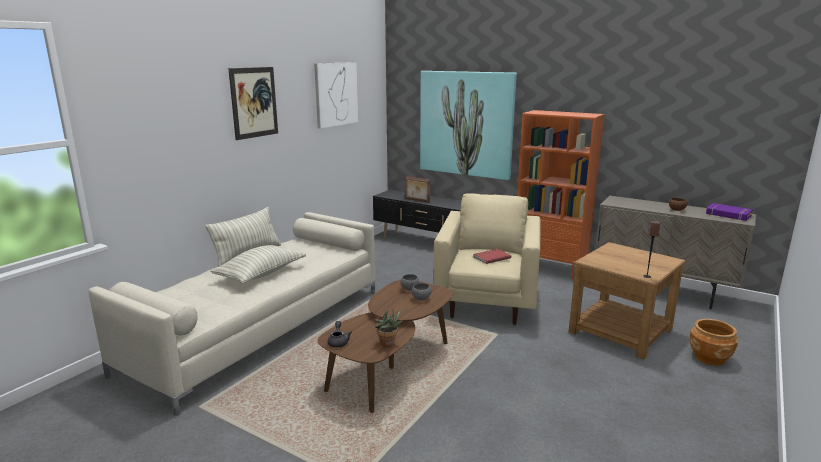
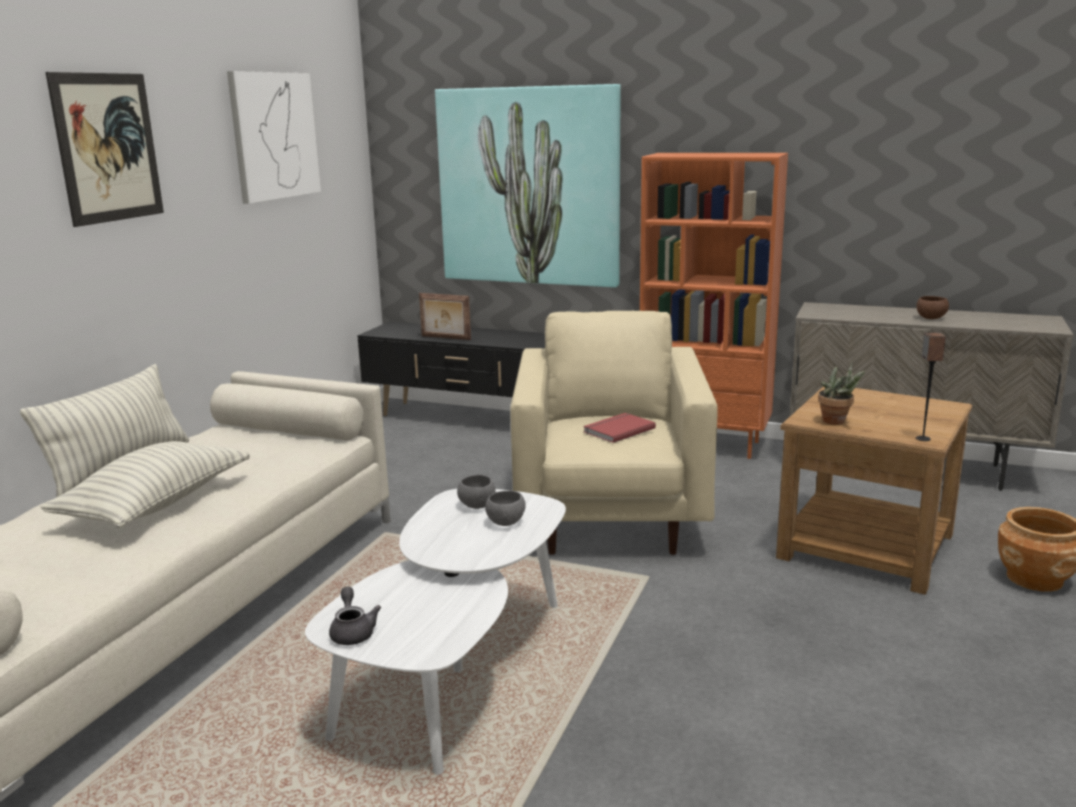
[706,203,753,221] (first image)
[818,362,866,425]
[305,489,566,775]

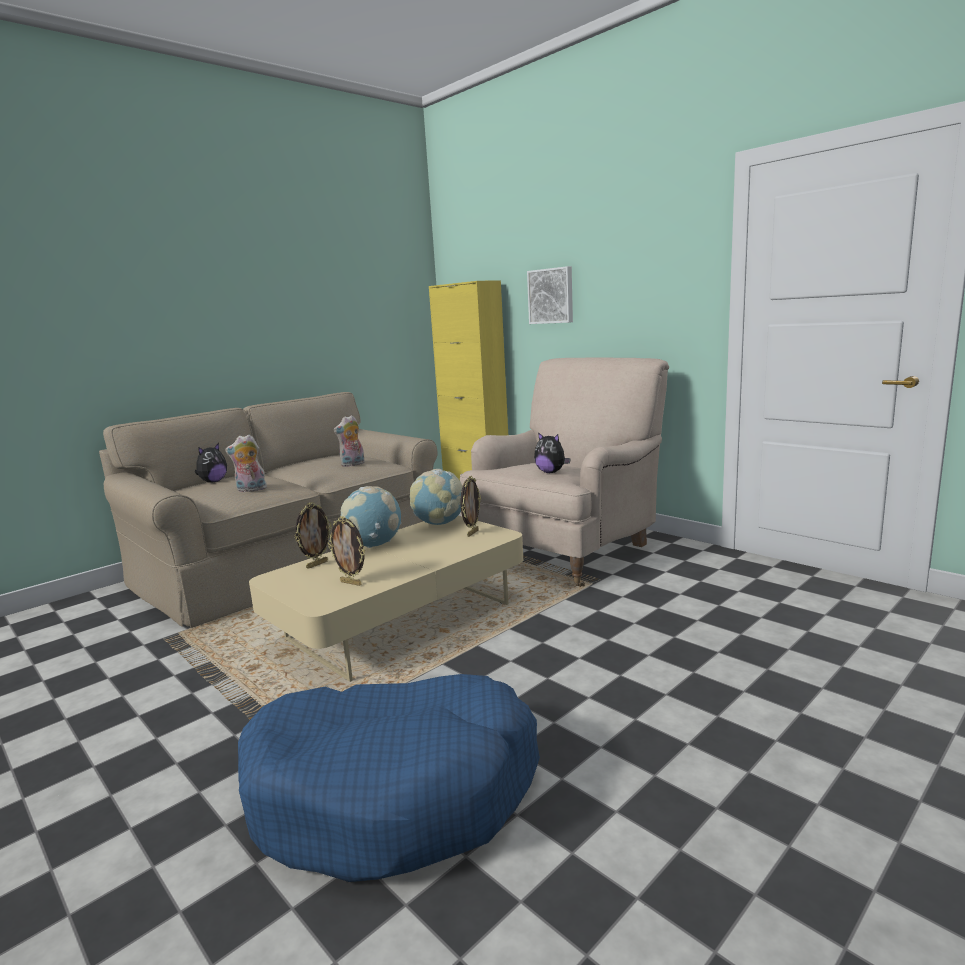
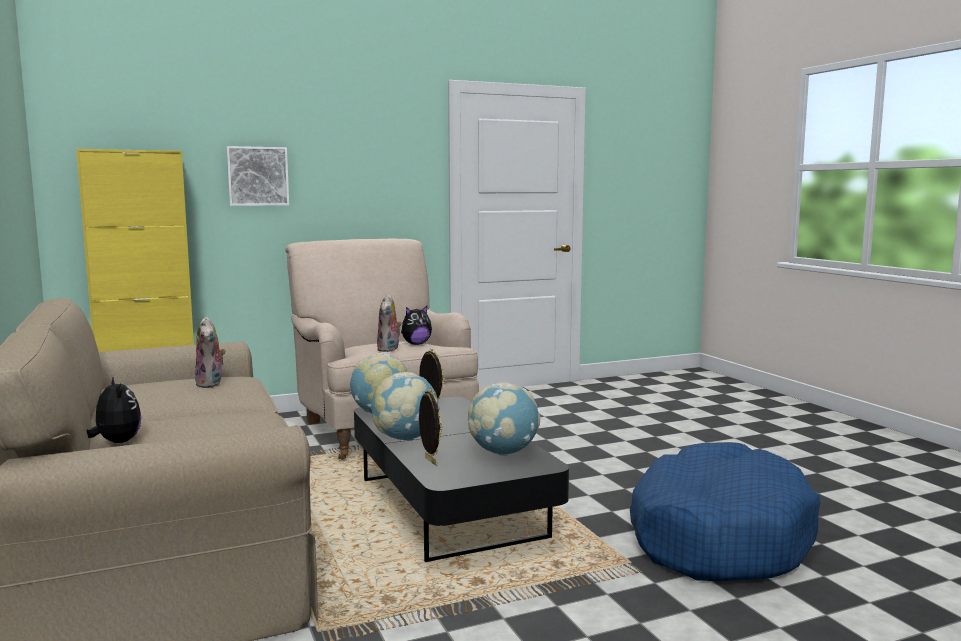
[377,294,402,352]
[468,382,540,456]
[354,397,569,562]

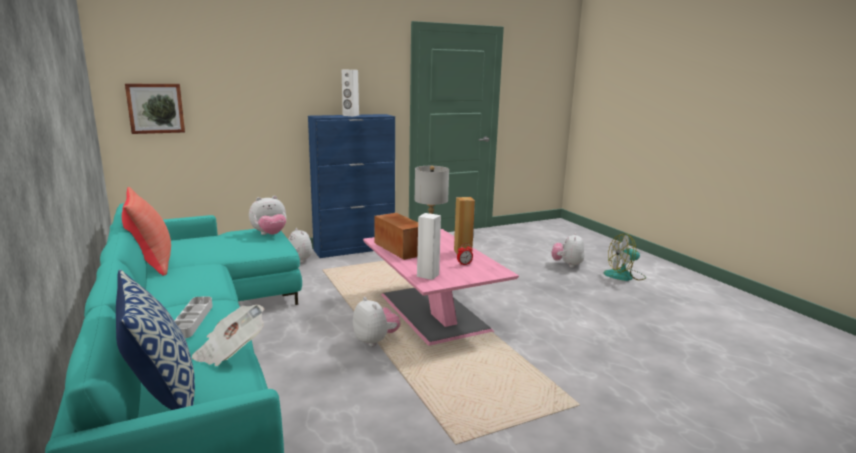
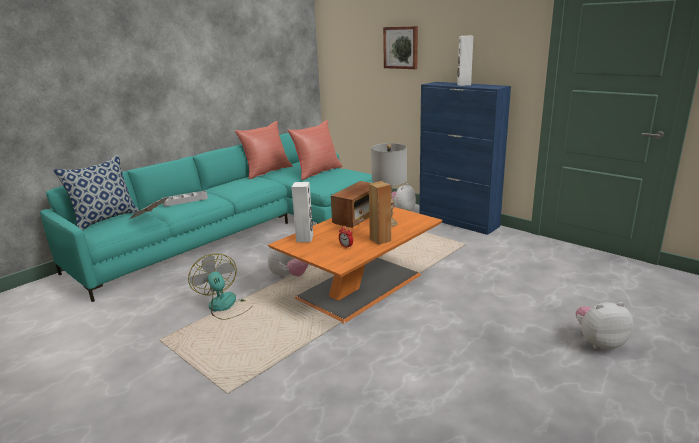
[249,196,287,235] (first image)
[288,120,343,180]
[383,26,418,69]
[188,253,254,320]
[268,207,443,324]

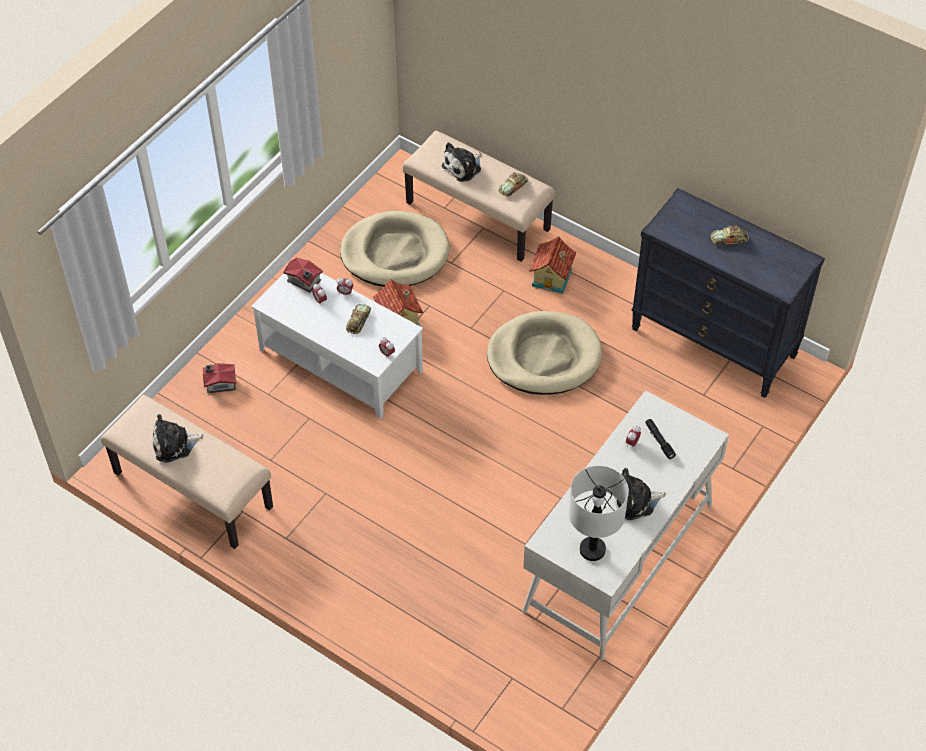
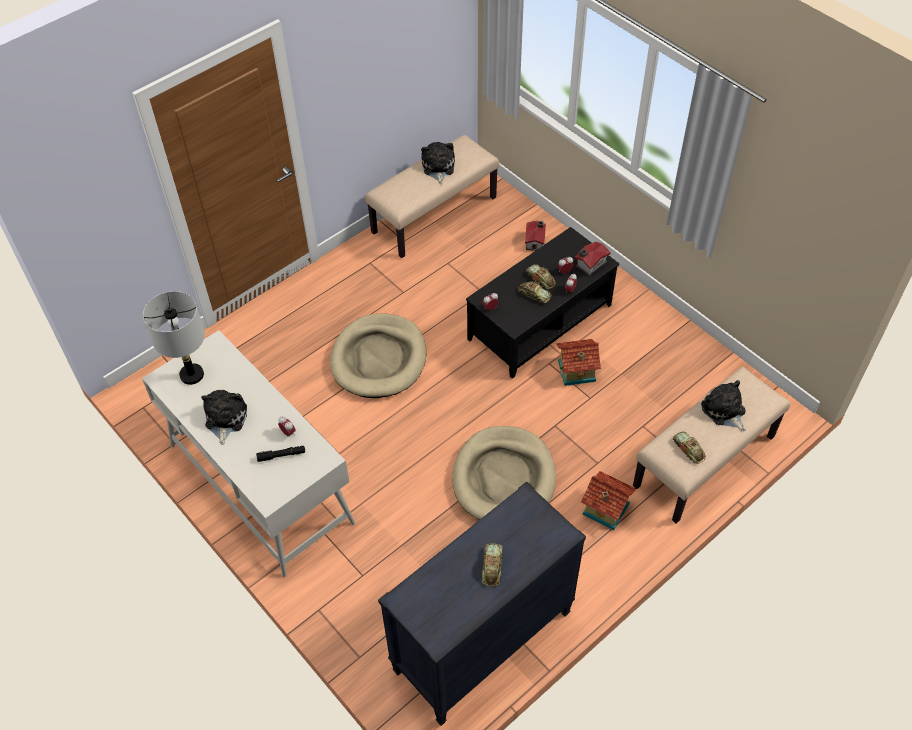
[526,264,556,289]
[330,313,426,398]
[466,227,619,379]

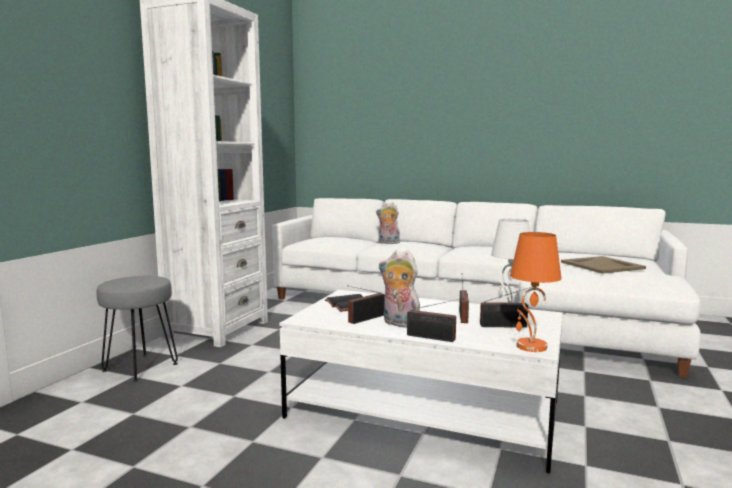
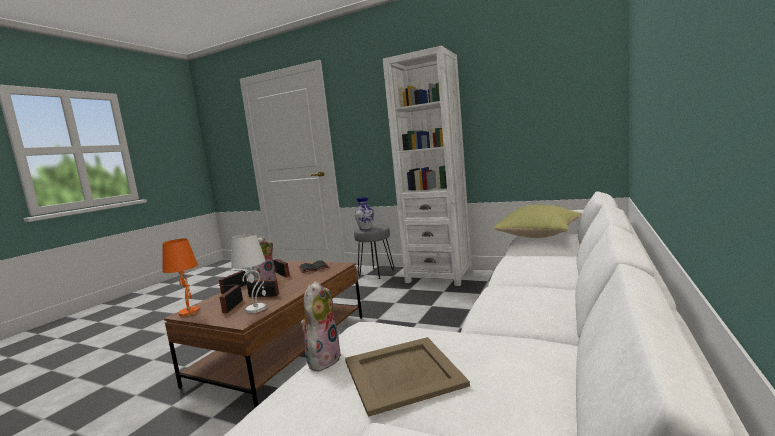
[354,197,374,230]
[493,205,582,238]
[301,281,341,371]
[164,261,362,408]

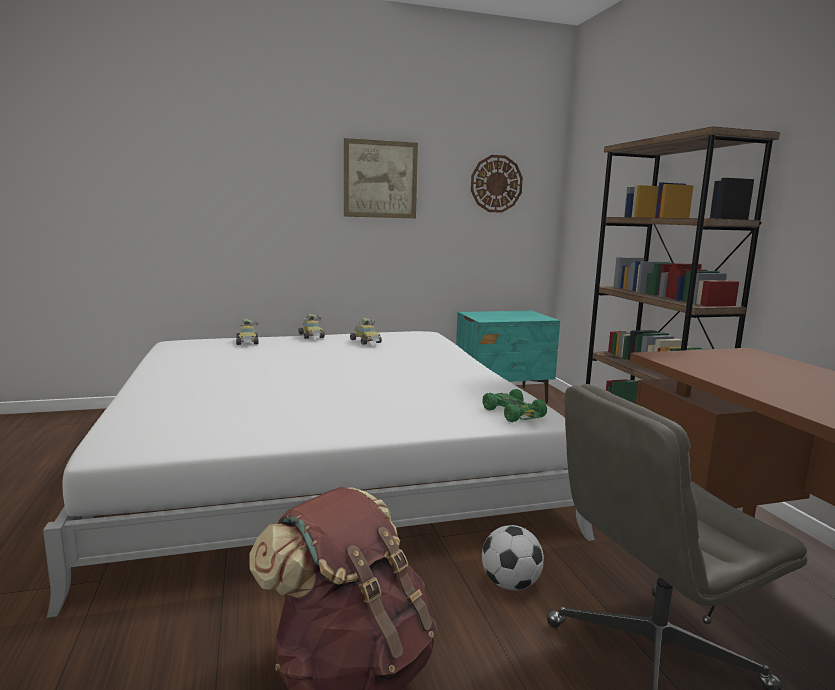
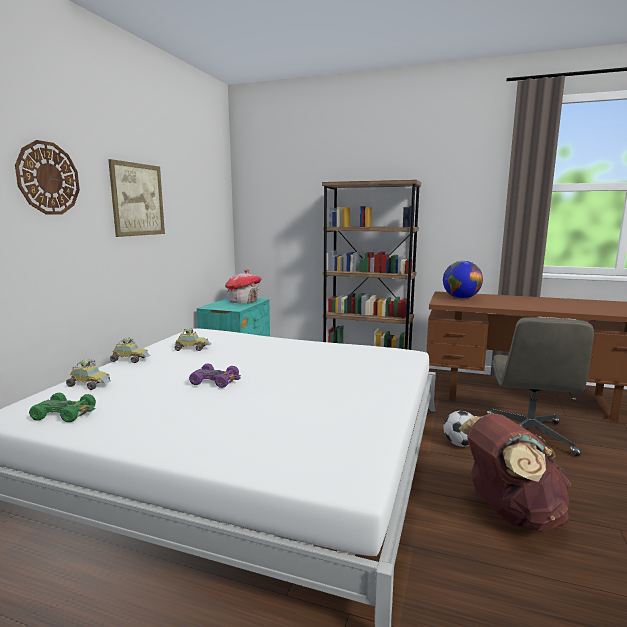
[189,364,241,388]
[225,269,261,304]
[443,261,483,299]
[15,140,80,214]
[29,393,96,422]

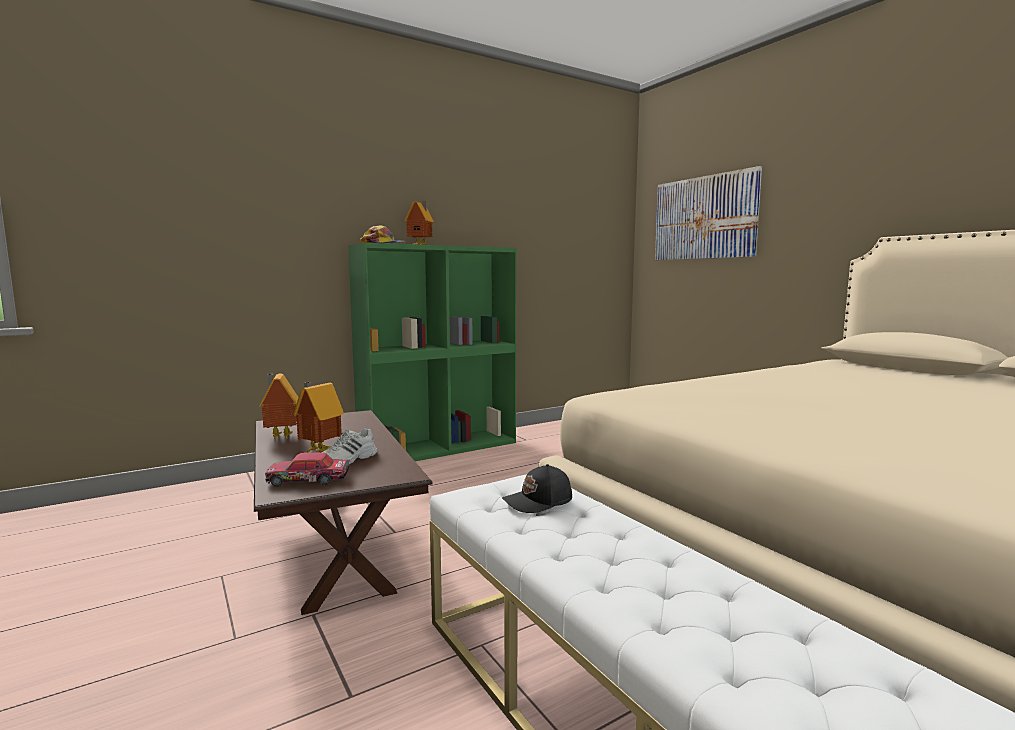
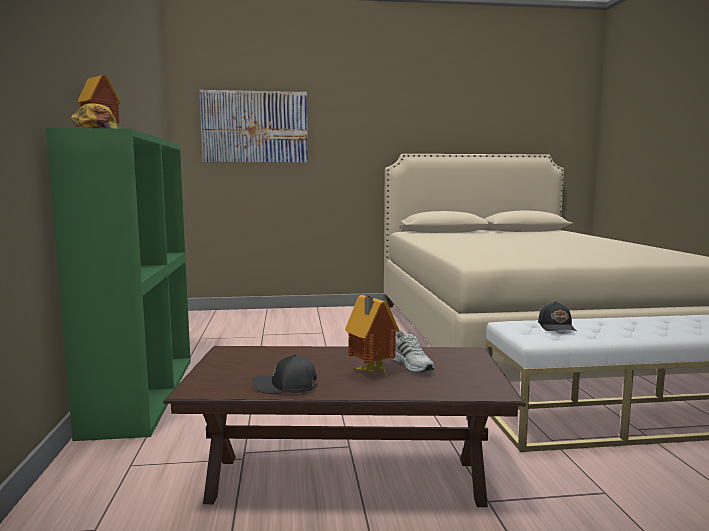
[265,452,350,487] (first image)
[252,354,317,394]

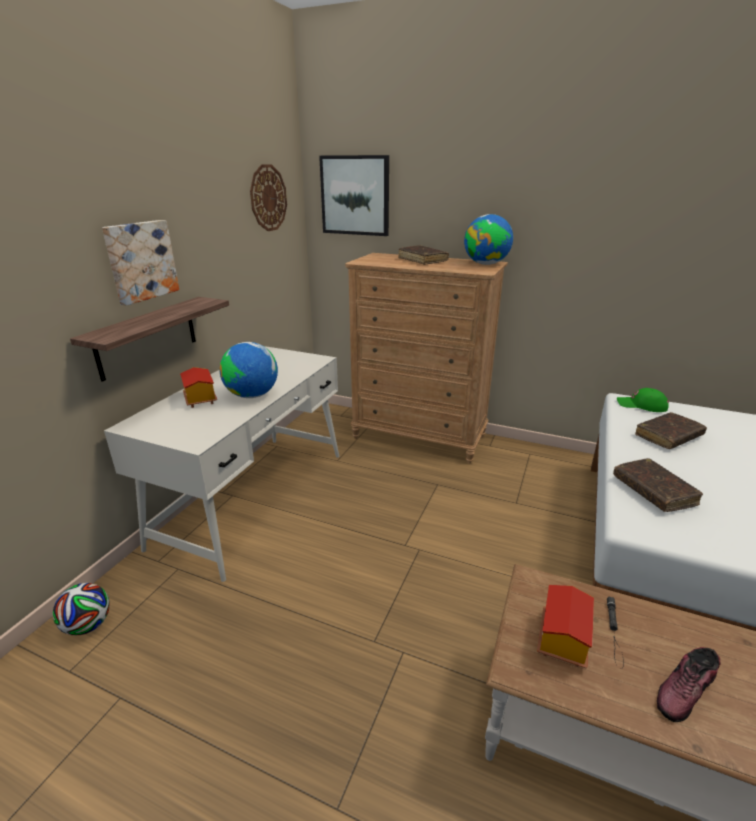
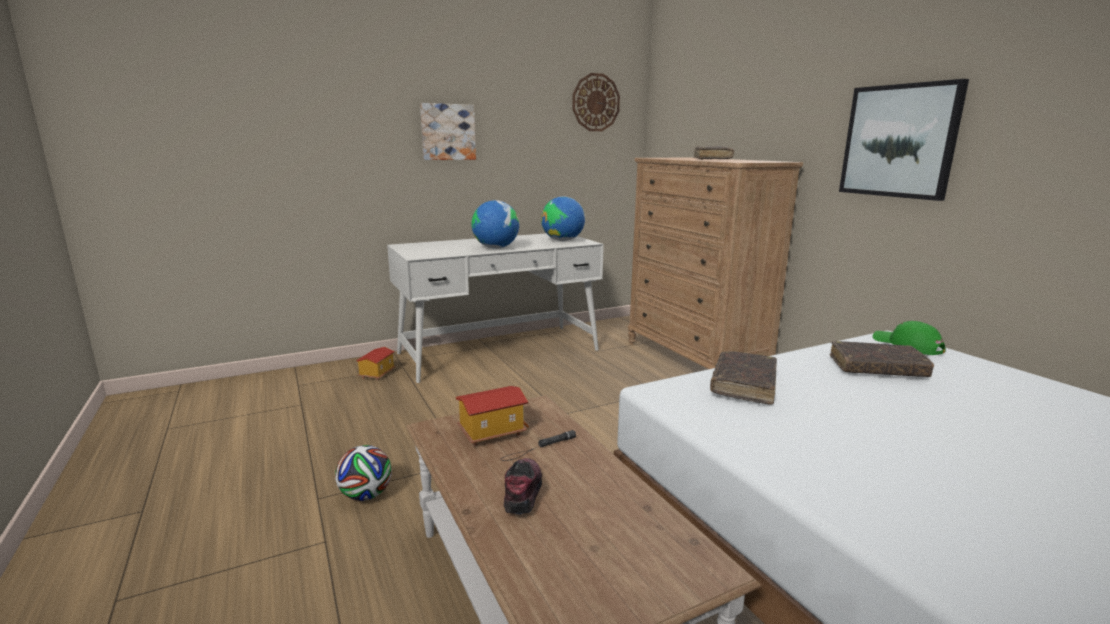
[70,297,229,382] (first image)
[335,445,392,501]
[356,347,396,381]
[839,79,969,201]
[541,196,585,241]
[504,458,542,515]

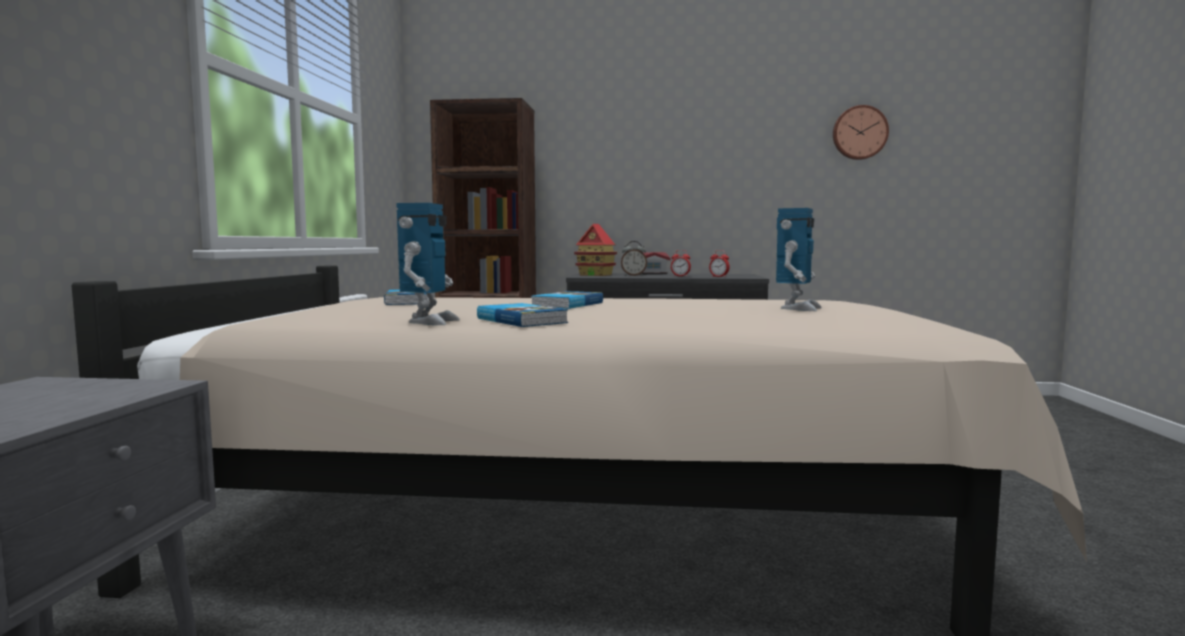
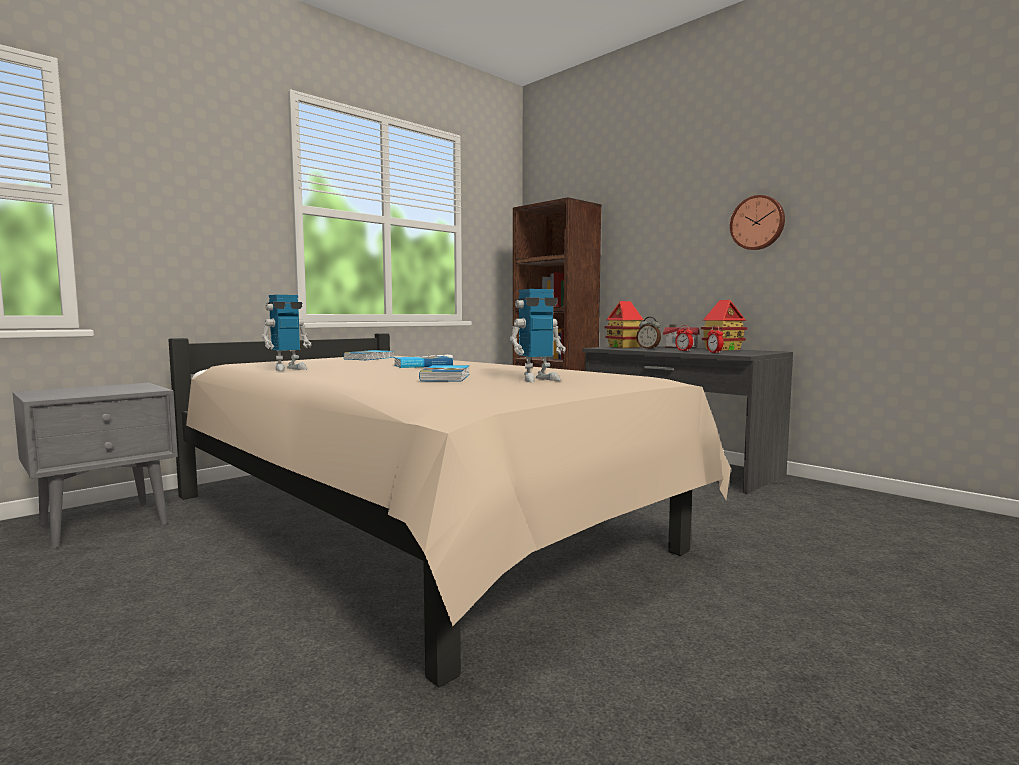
[701,300,747,351]
[419,365,470,382]
[730,195,785,250]

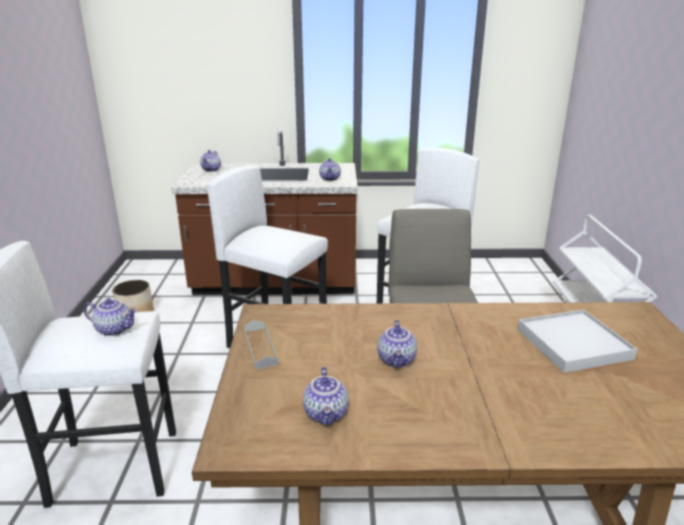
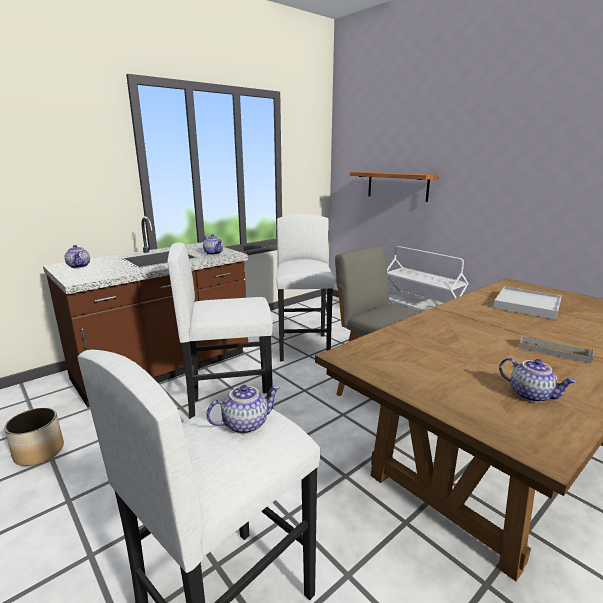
[377,320,417,368] (first image)
[350,171,439,202]
[519,335,594,364]

